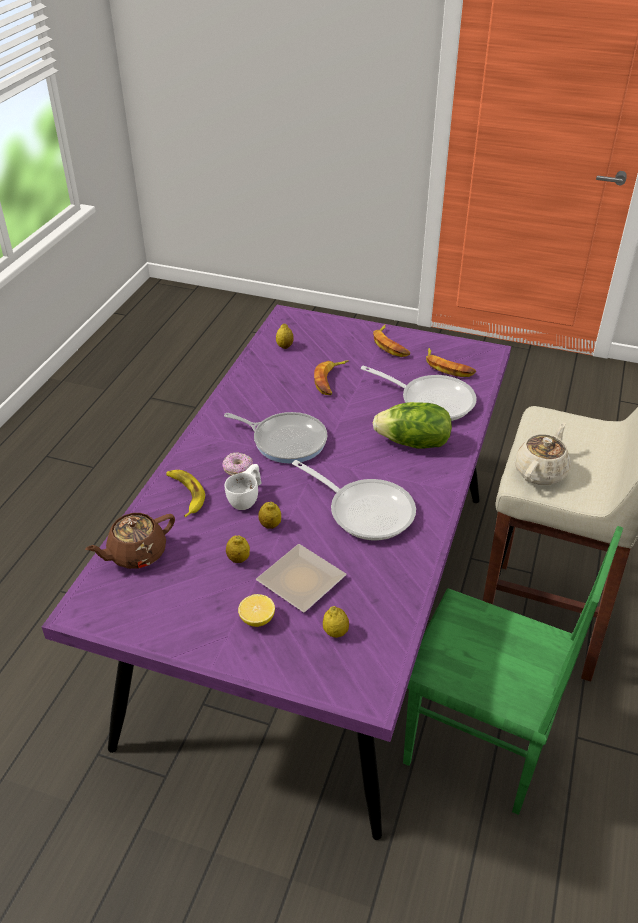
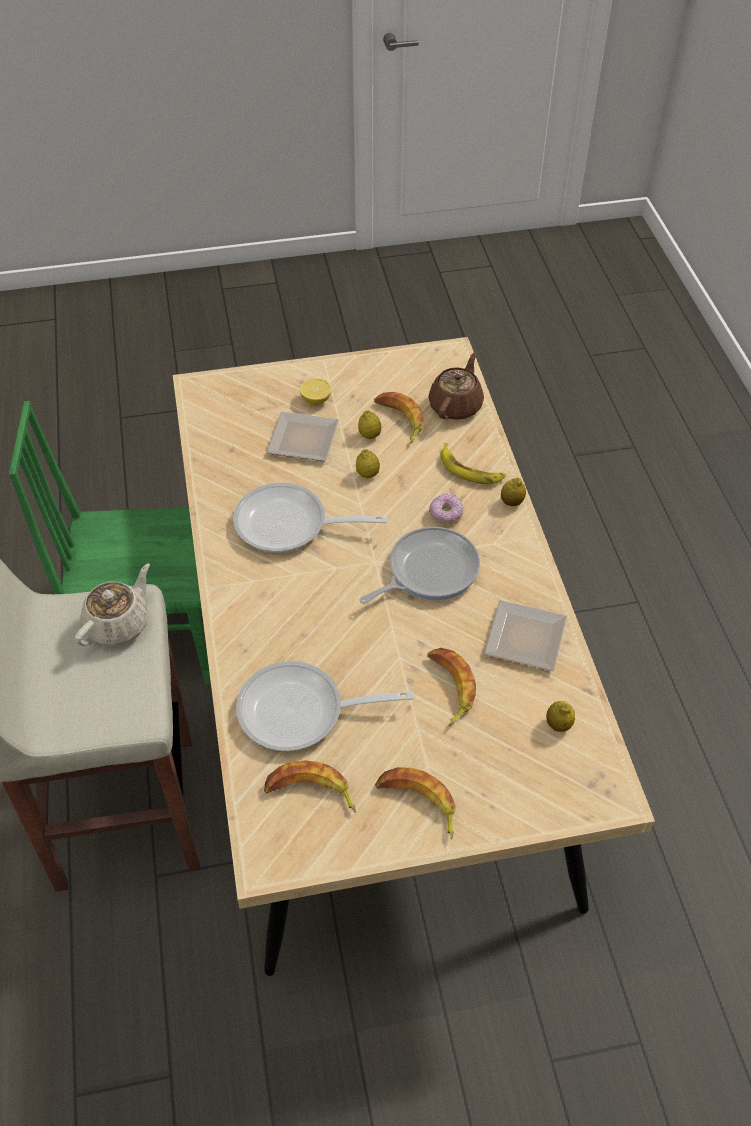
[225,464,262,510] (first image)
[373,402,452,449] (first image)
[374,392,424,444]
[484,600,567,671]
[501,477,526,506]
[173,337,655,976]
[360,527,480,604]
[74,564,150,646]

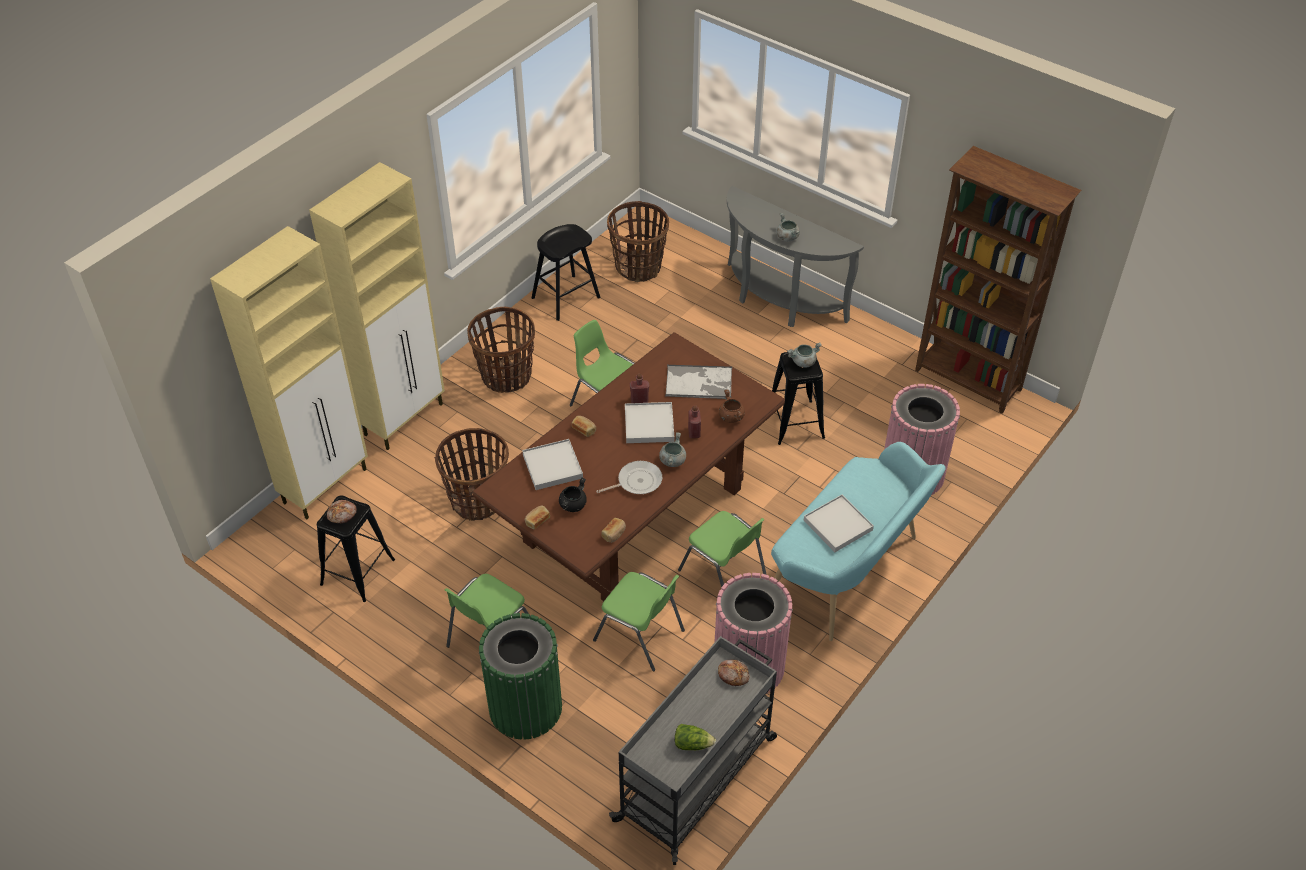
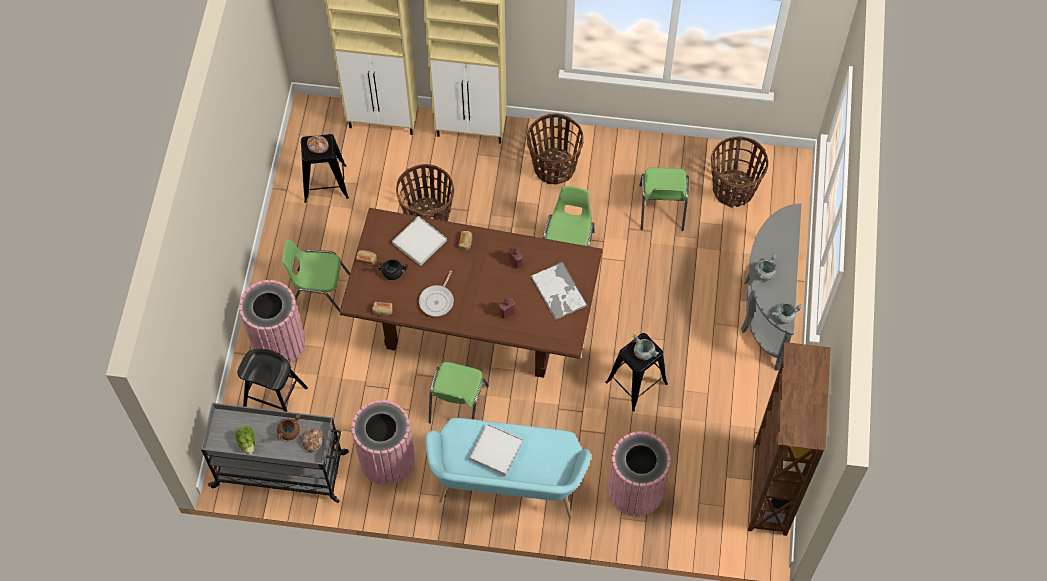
[625,402,674,443] (first image)
[237,349,308,412]
[640,167,689,231]
[772,303,802,324]
[276,413,300,440]
[239,280,305,362]
[419,271,454,317]

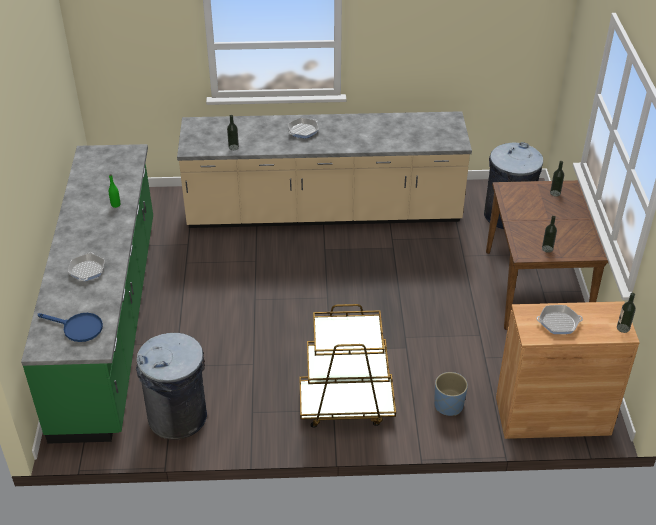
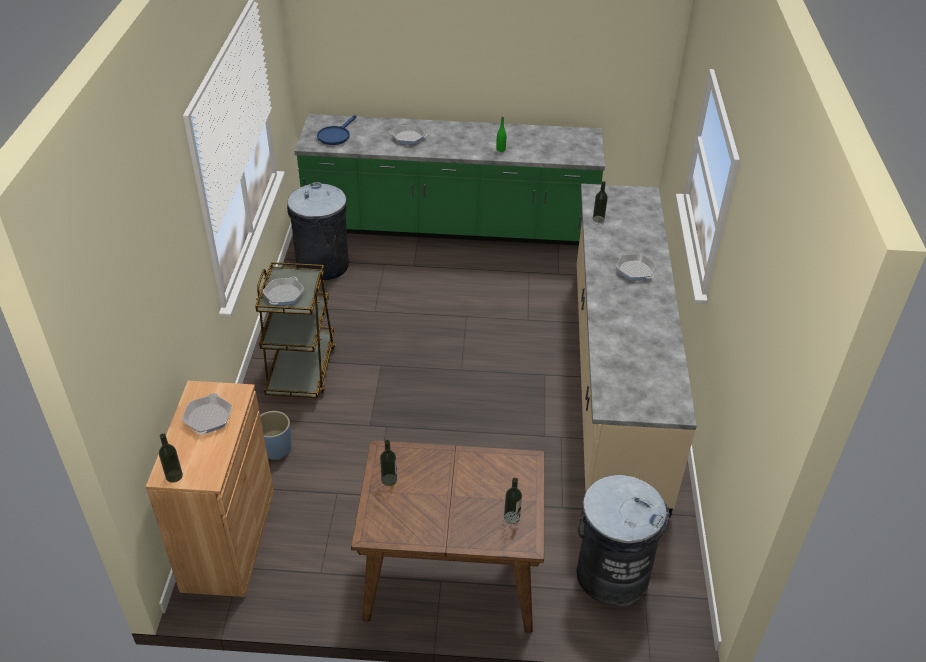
[262,277,305,305]

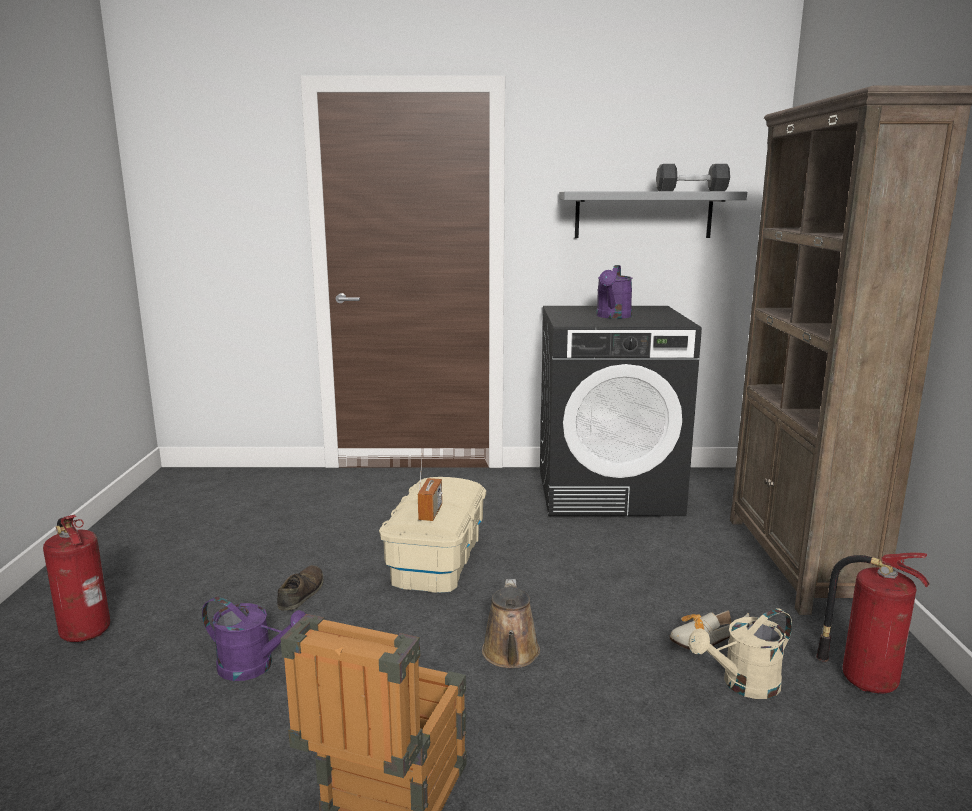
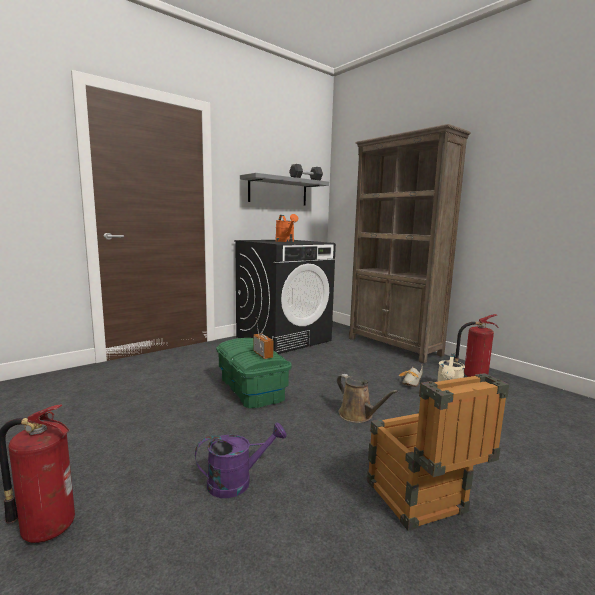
[277,565,323,611] (first image)
[216,338,292,408]
[275,214,298,242]

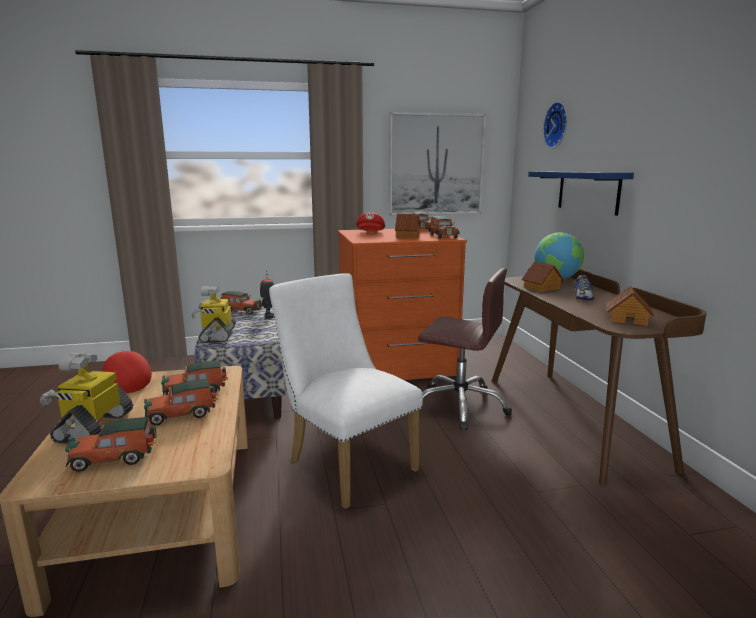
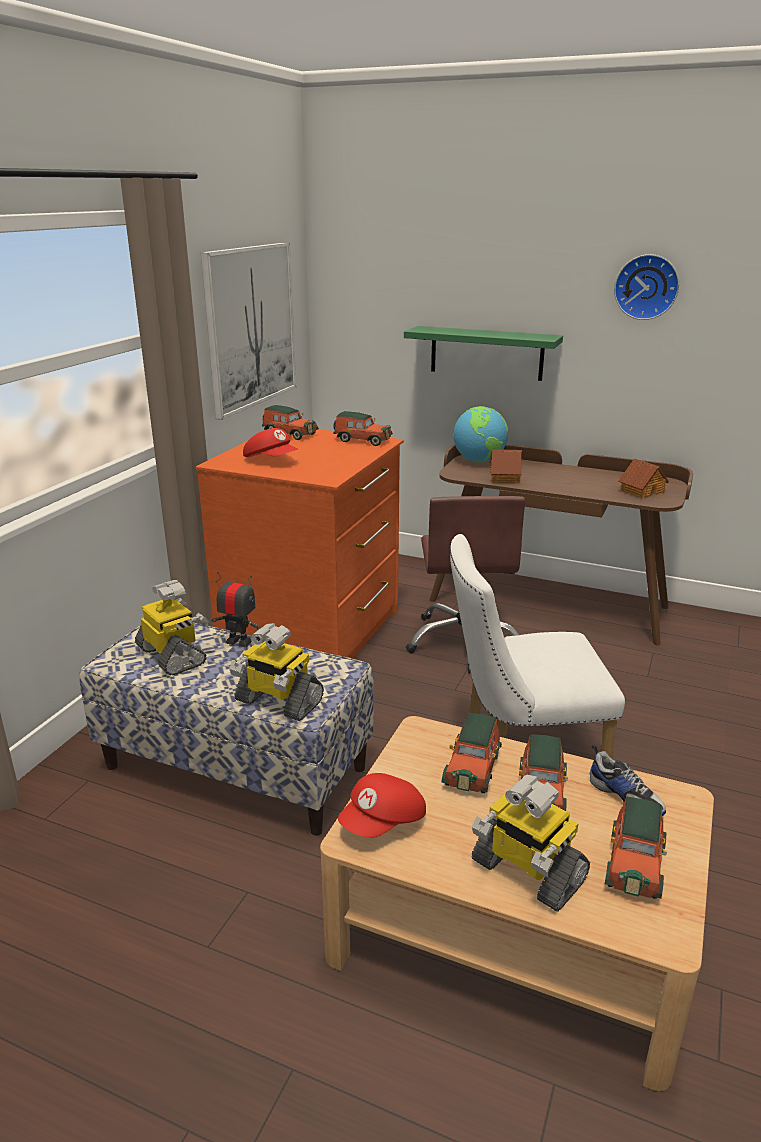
[395,214,420,238] (first image)
[614,254,679,320]
[590,744,666,816]
[135,580,209,675]
[404,326,563,381]
[338,773,426,838]
[406,496,525,674]

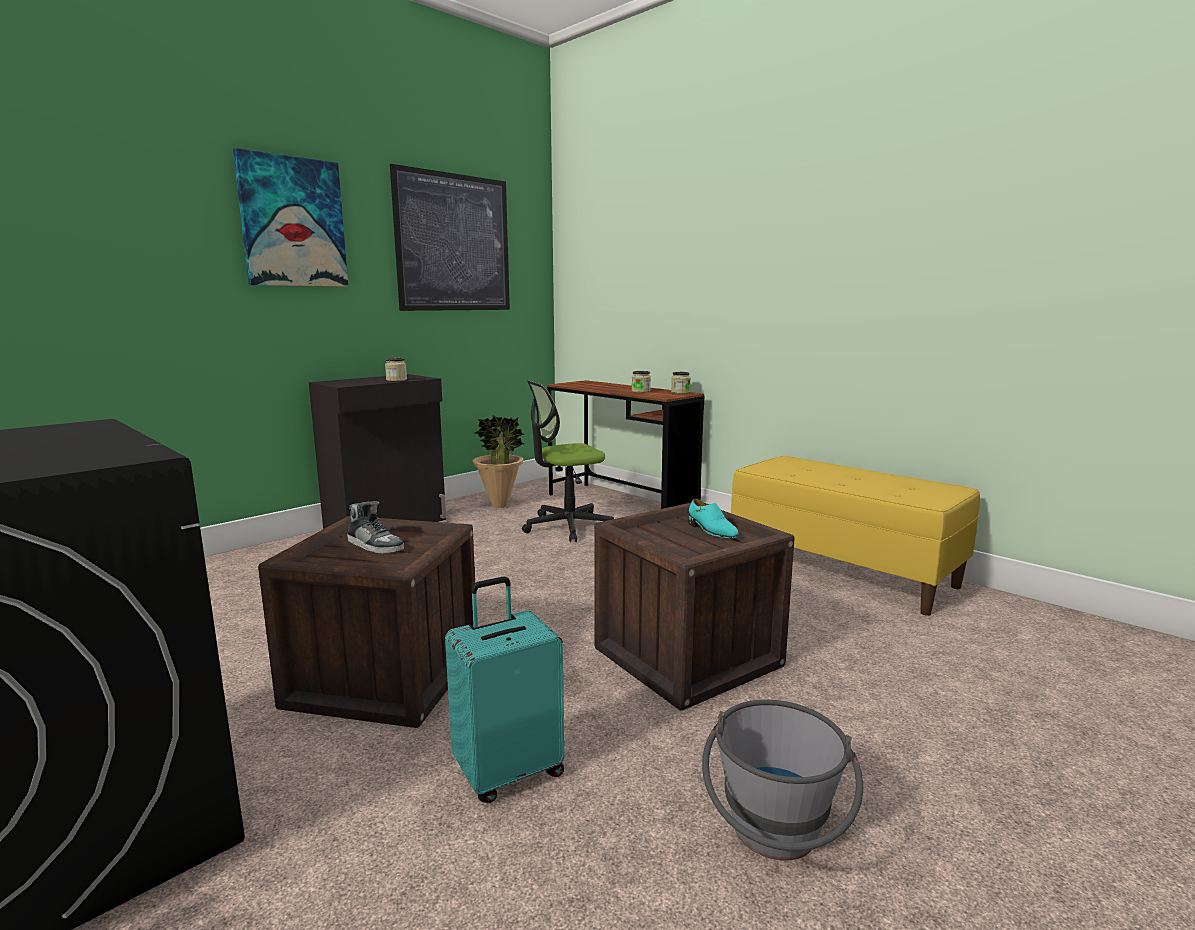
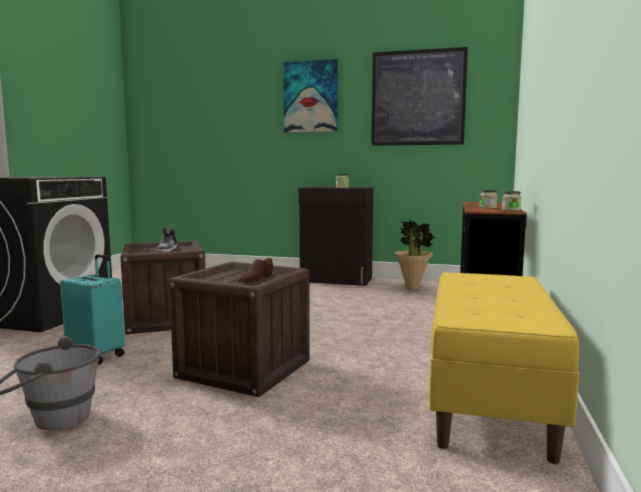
[522,381,614,542] (first image)
[239,258,273,283]

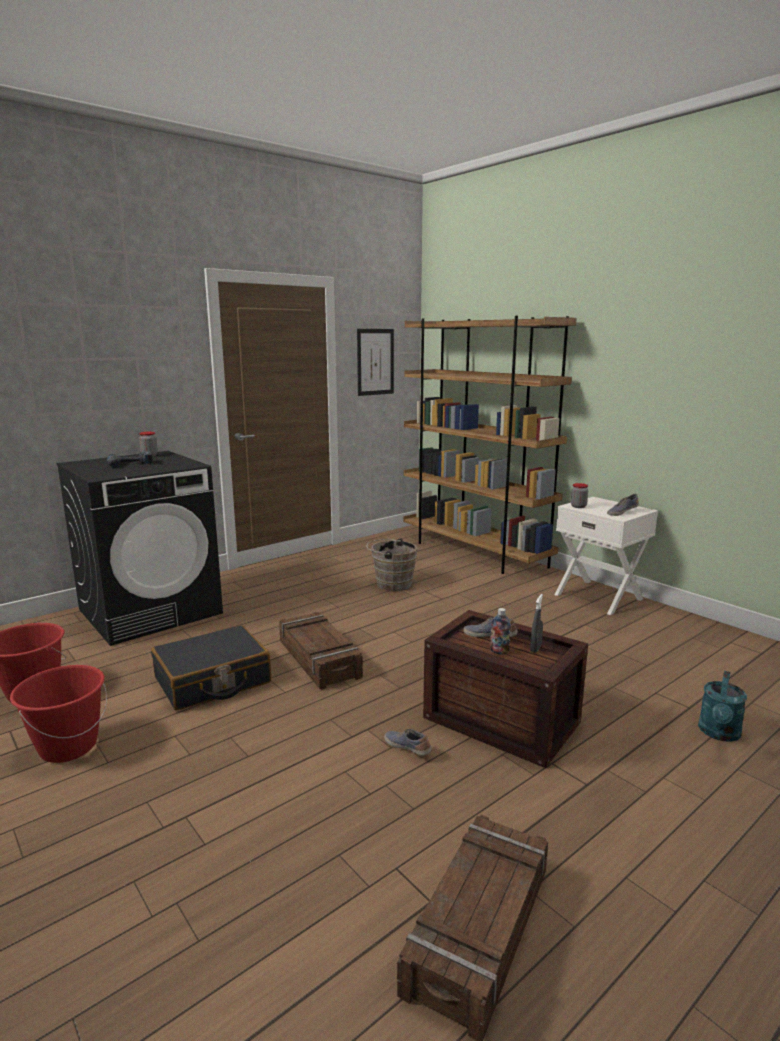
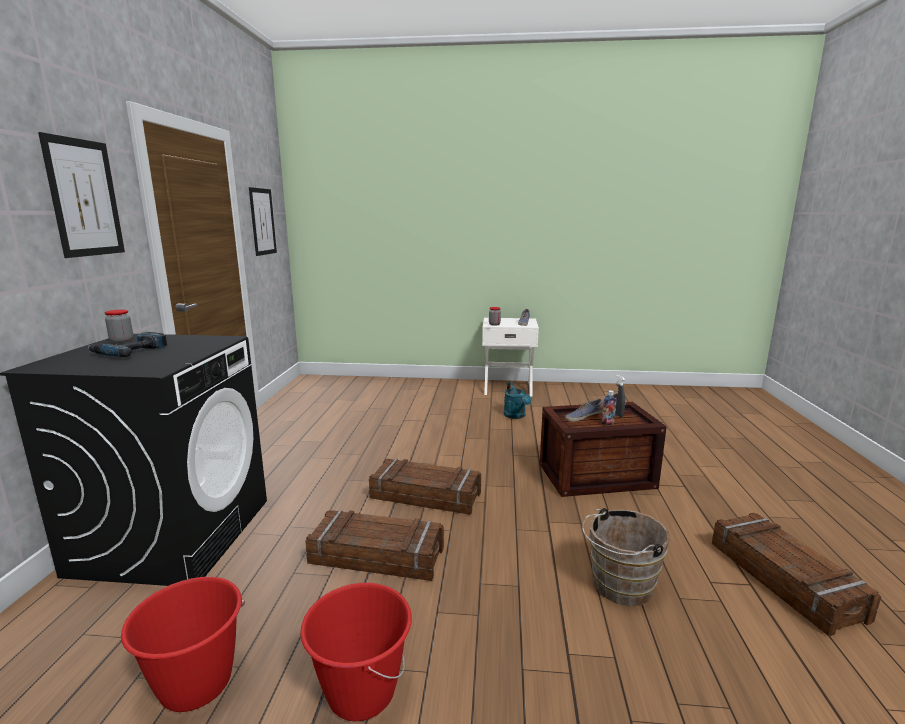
[384,729,432,756] (first image)
[404,316,577,574] (first image)
[38,132,125,258]
[582,508,670,606]
[504,382,532,419]
[305,510,444,581]

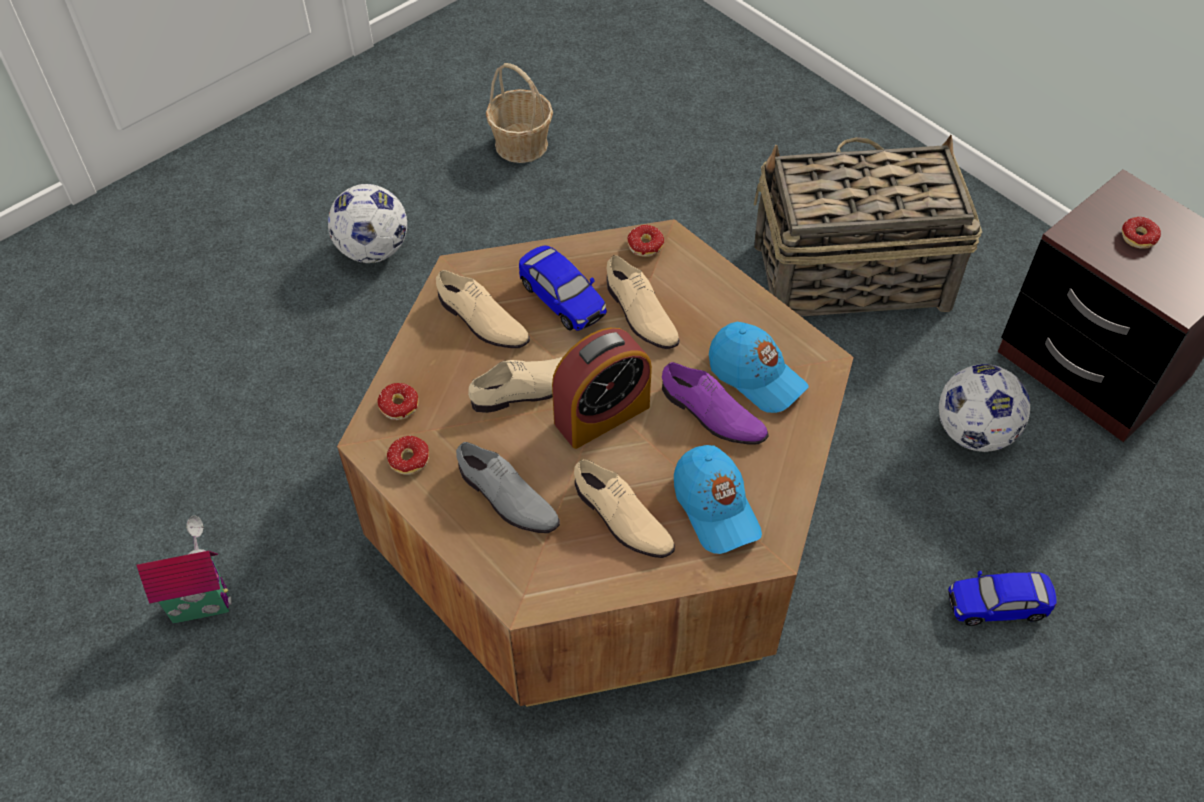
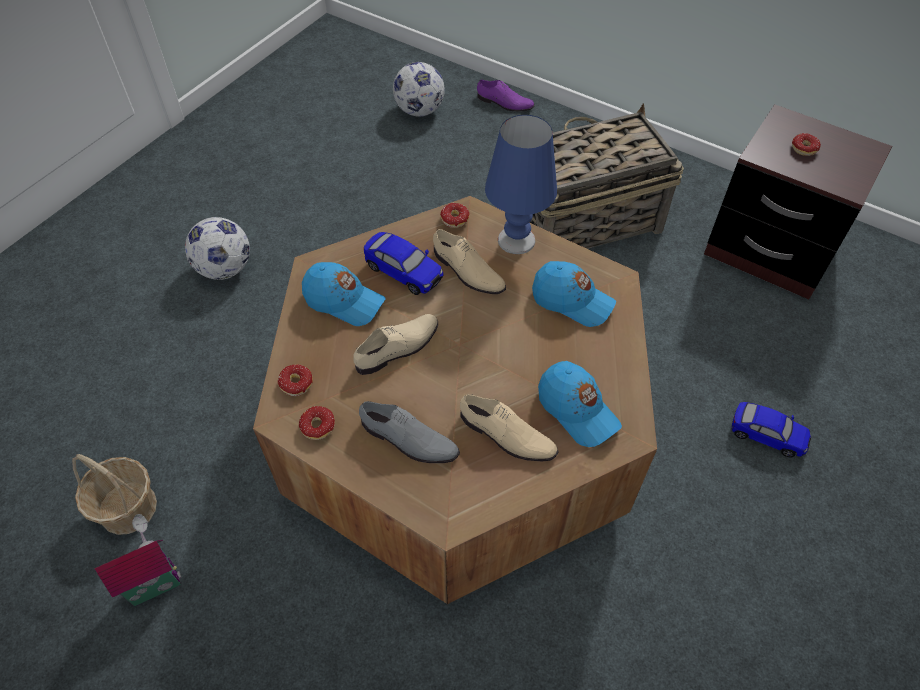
[552,328,652,449] (first image)
[485,115,557,254]
[72,454,157,535]
[477,80,535,111]
[393,62,445,117]
[302,262,386,326]
[732,402,811,457]

